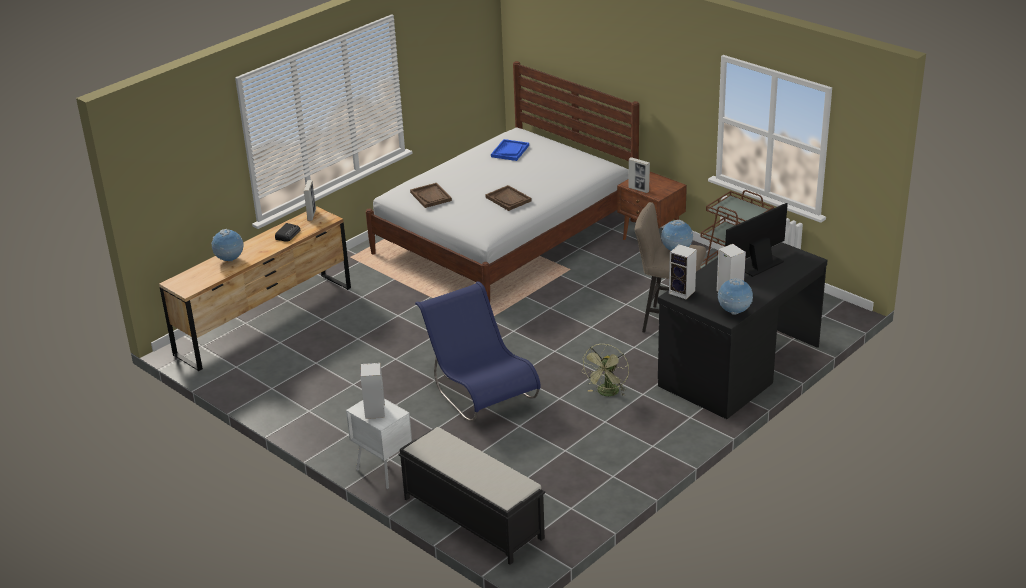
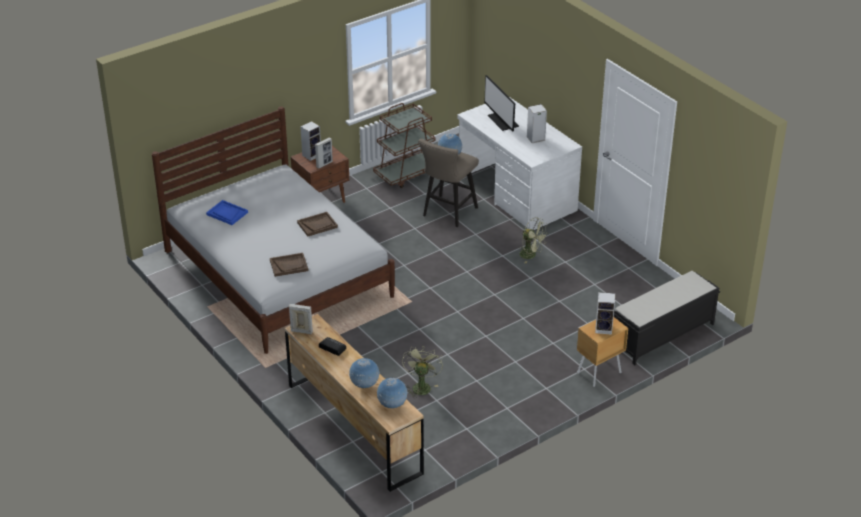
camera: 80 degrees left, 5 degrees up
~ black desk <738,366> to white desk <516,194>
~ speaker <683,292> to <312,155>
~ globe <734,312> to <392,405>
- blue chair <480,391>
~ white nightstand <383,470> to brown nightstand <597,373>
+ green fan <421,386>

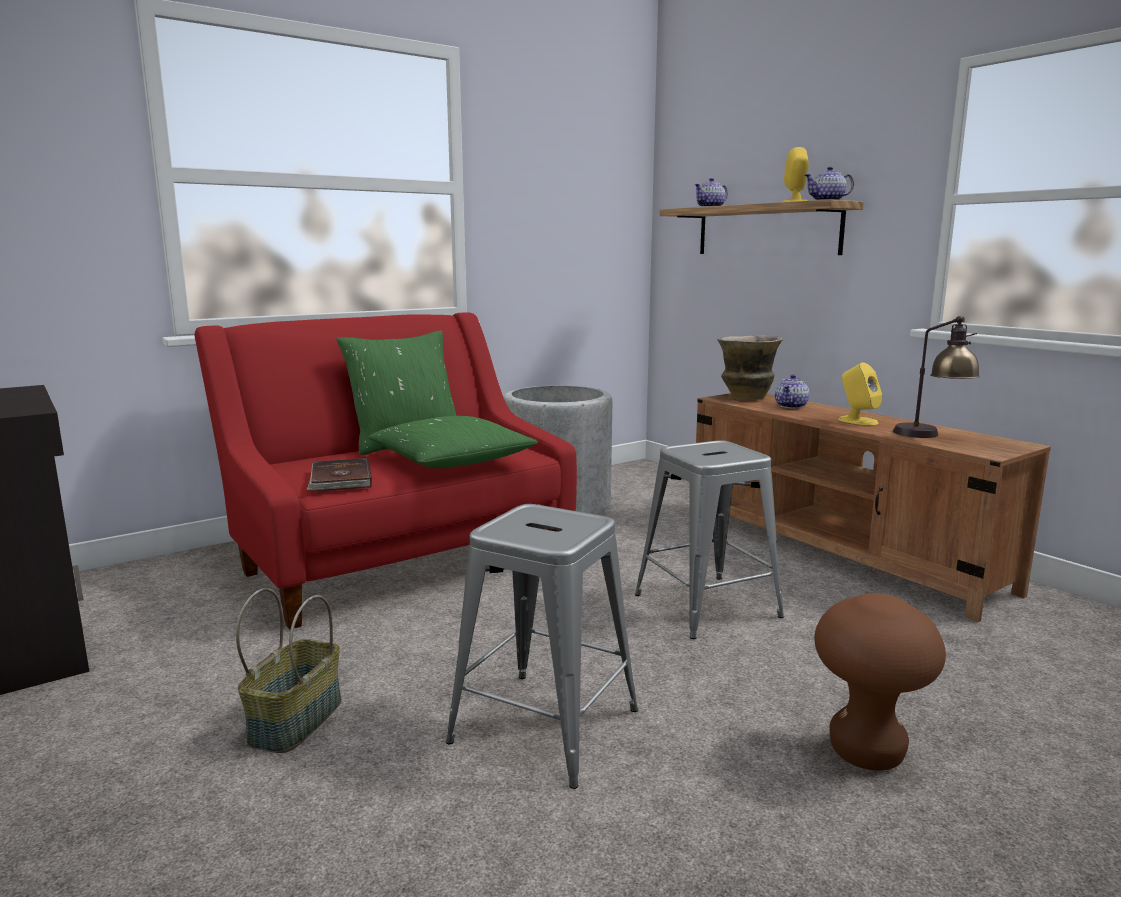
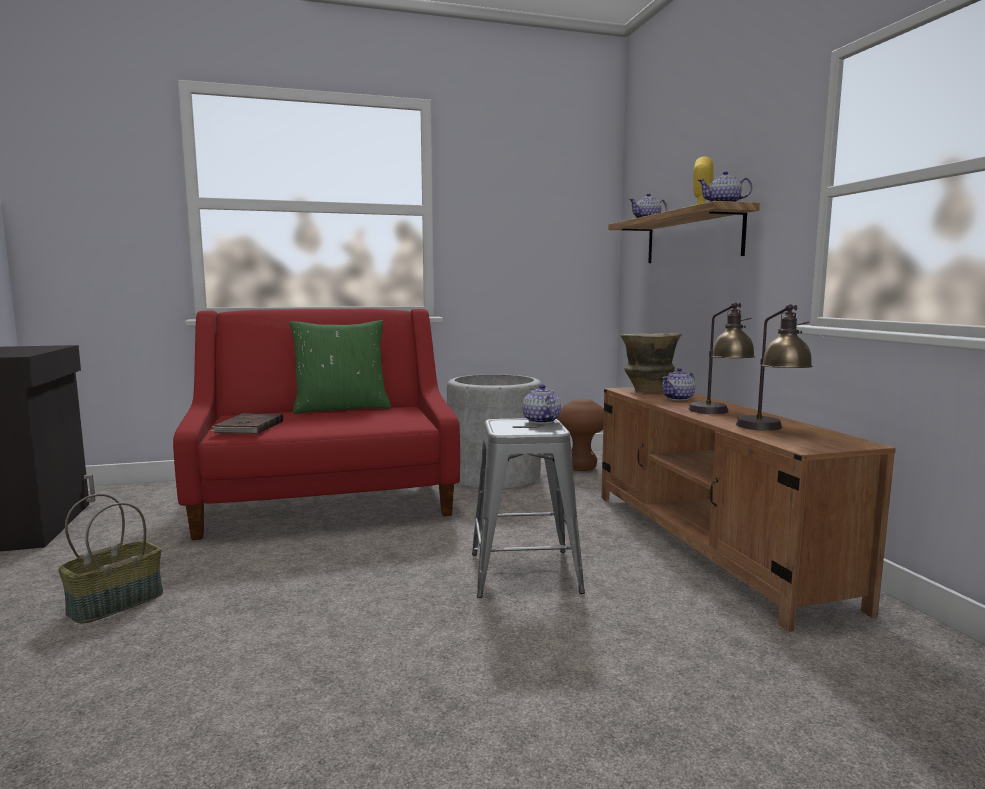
camera: 20 degrees right, 5 degrees down
~ yellow speaker <857,421> to table lamp <718,413>
- green pillow <451,461>
- grey stool <546,726>
~ brown stool <866,753> to <581,468>
+ teapot <541,421>

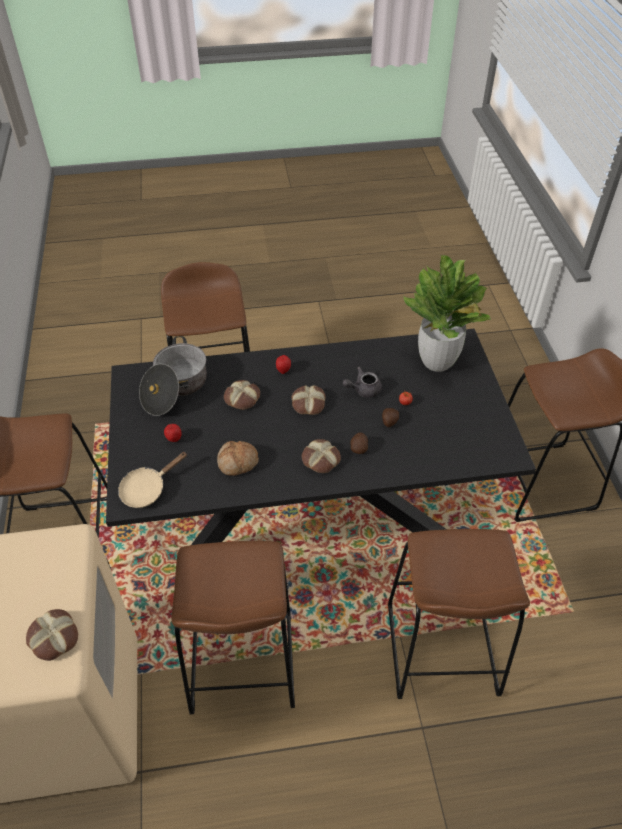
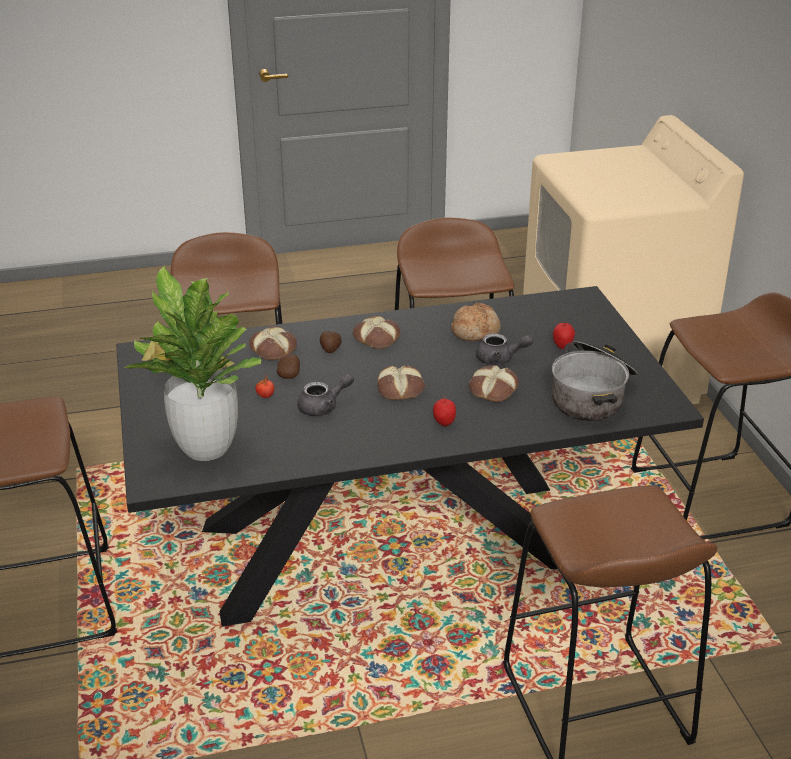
camera: 175 degrees right, 15 degrees down
- beige frying pan <147,489>
~ bread <53,638> to <274,349>
+ grey teapot <500,359>

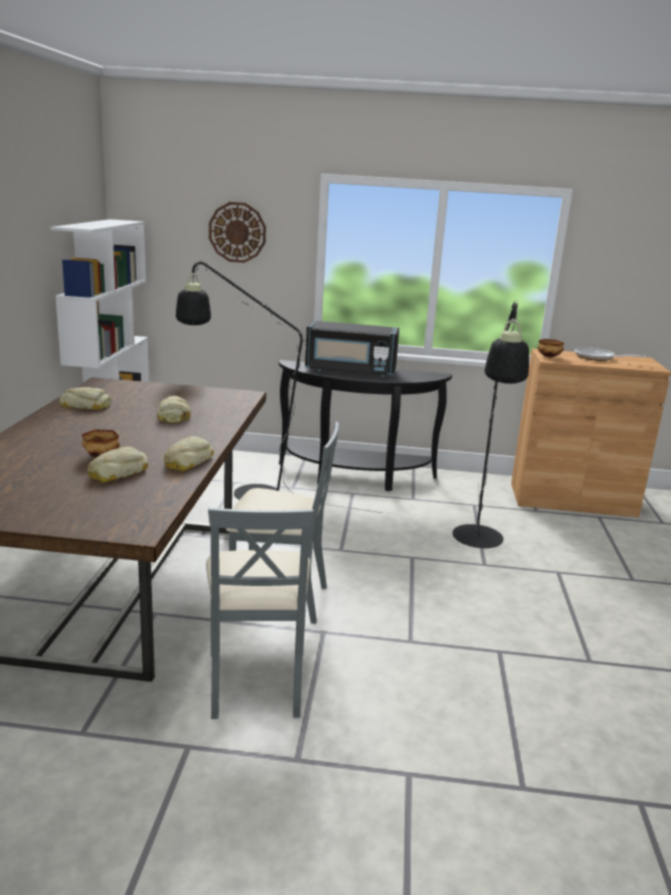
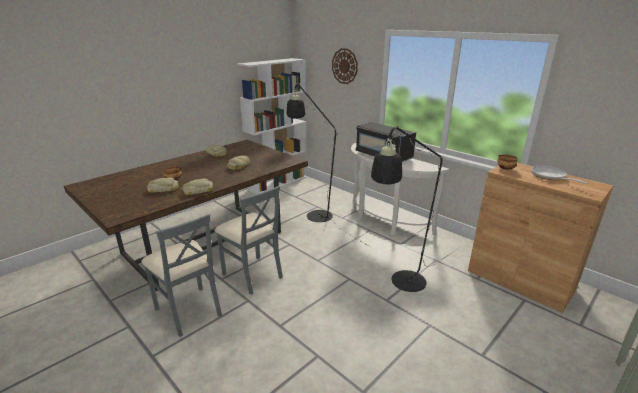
camera: 40 degrees right, 5 degrees up
~ black console table <355,478> to white console table <384,221>
~ grey chair <256,681> = <189,310> 75 degrees counterclockwise

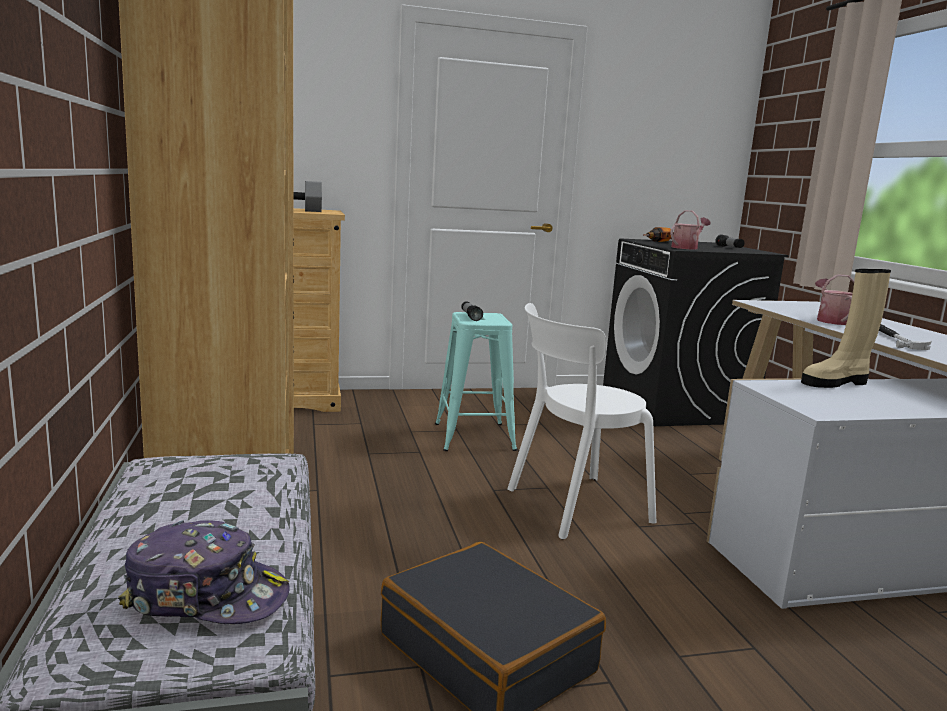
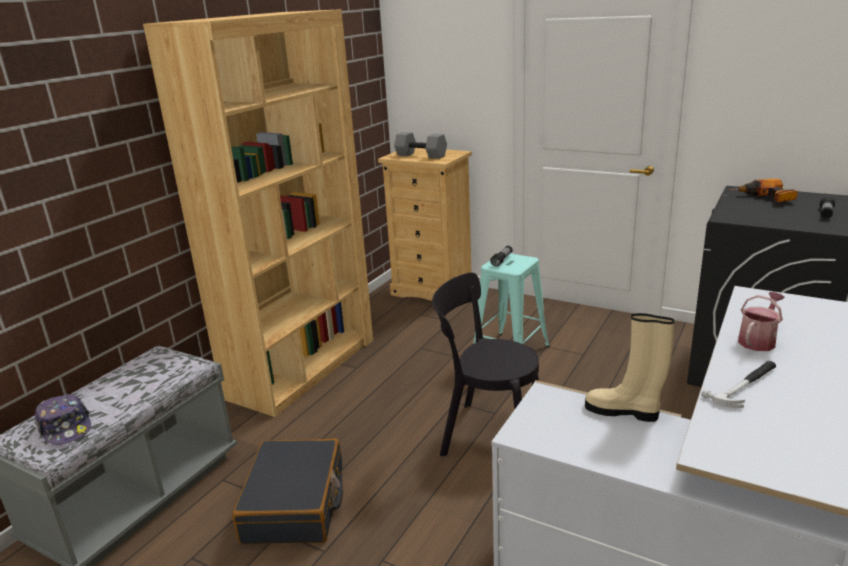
camera: 45 degrees right, 10 degrees up
- watering can <686,248>
~ white chair <572,506> to black chair <487,434>

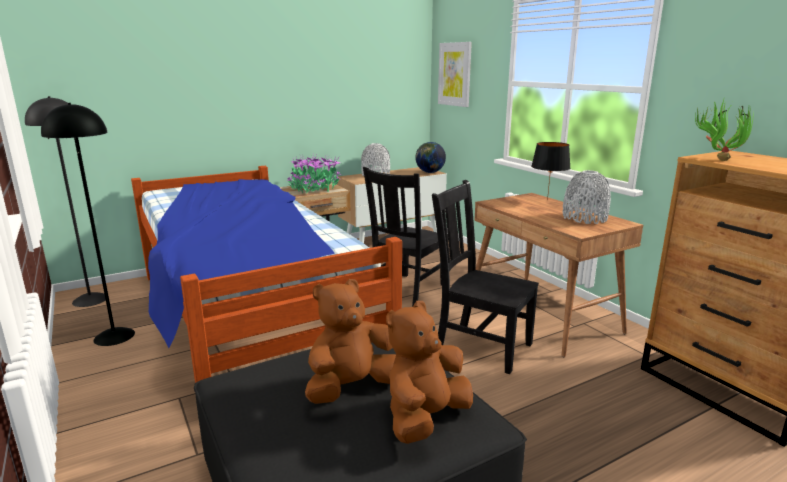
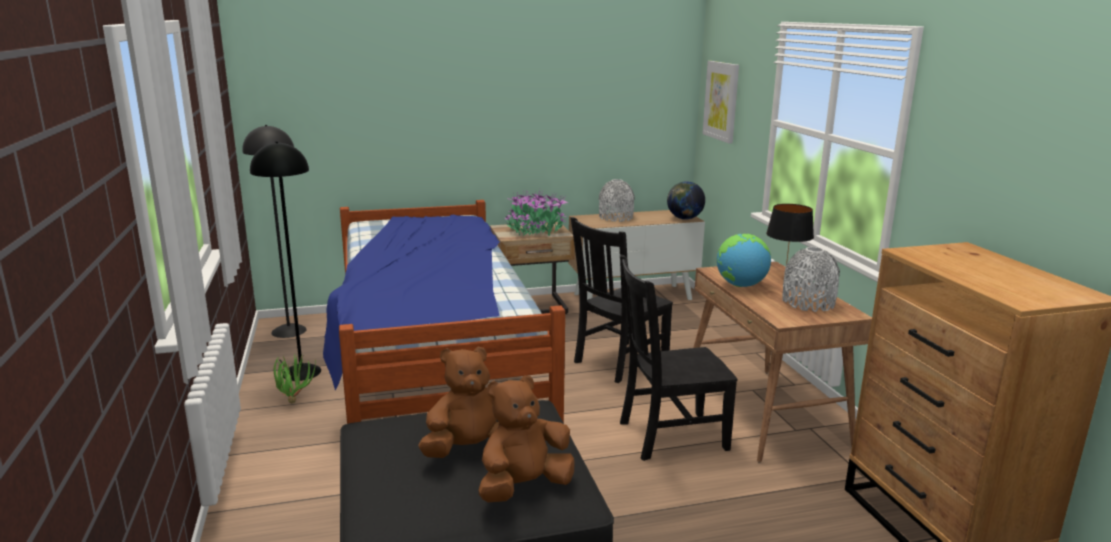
camera: 15 degrees right, 0 degrees up
~ potted plant <717,159> to <295,399>
~ black chair <480,346> = <669,436> 60 degrees counterclockwise
+ globe <740,285>

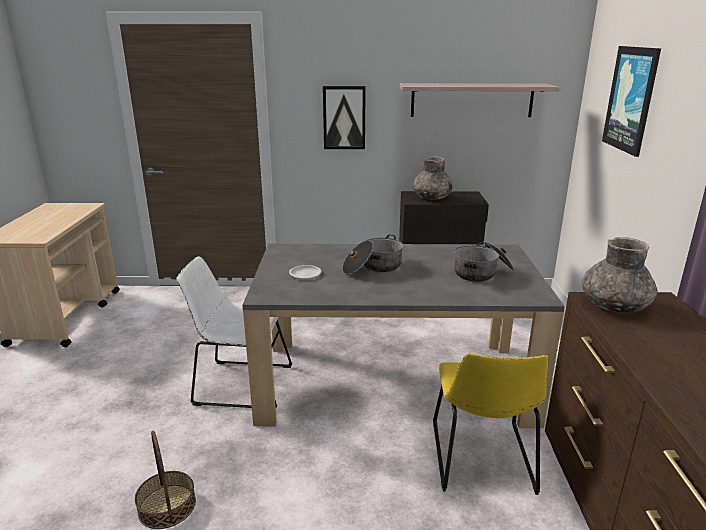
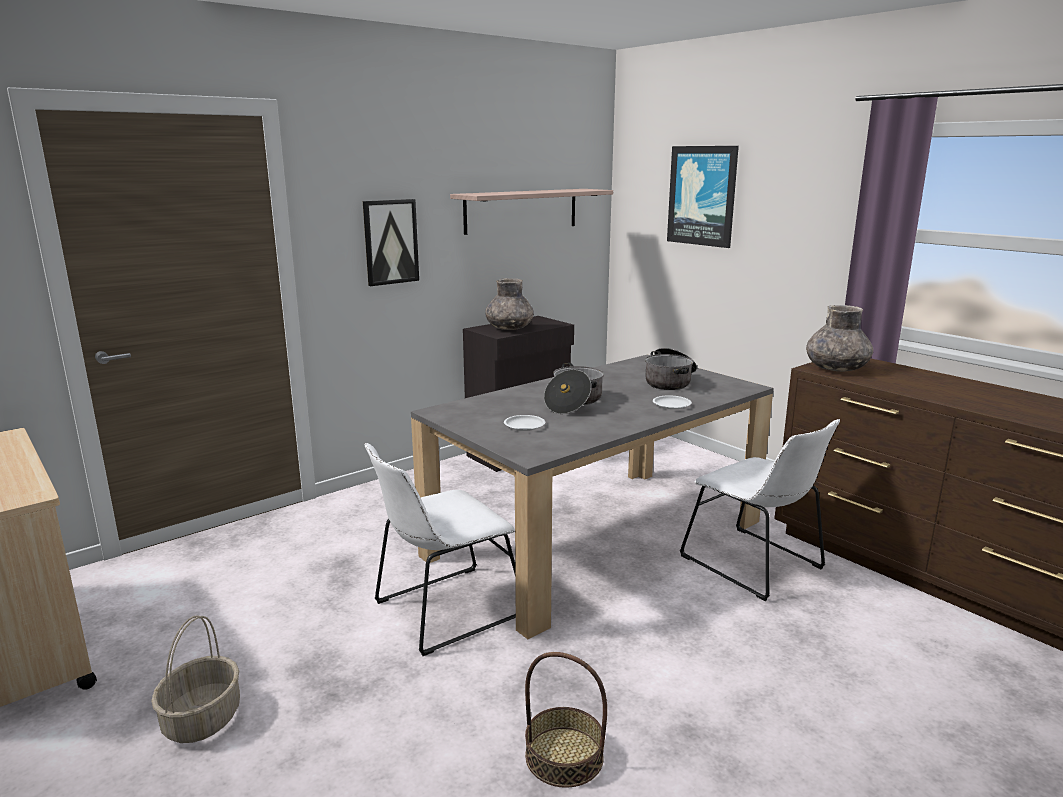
camera: 40 degrees left, 5 degrees down
~ yellow chair <482,460> to white chair <755,565>
+ white plate <671,405>
+ basket <202,719>

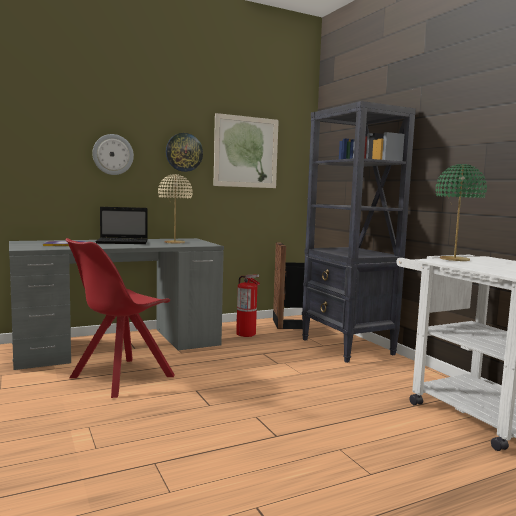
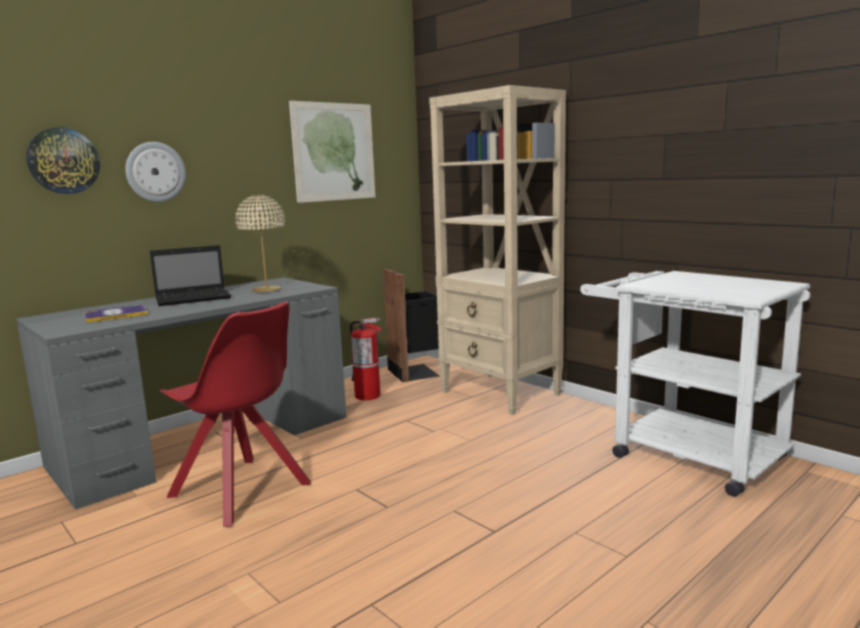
camera: 15 degrees left, 5 degrees up
~ black bookcase <347,347> to beige bookcase <501,393>
~ wall clock <184,152> to <63,161>
- green table lamp <455,260>
~ red chair <119,378> = <242,491> 75 degrees counterclockwise

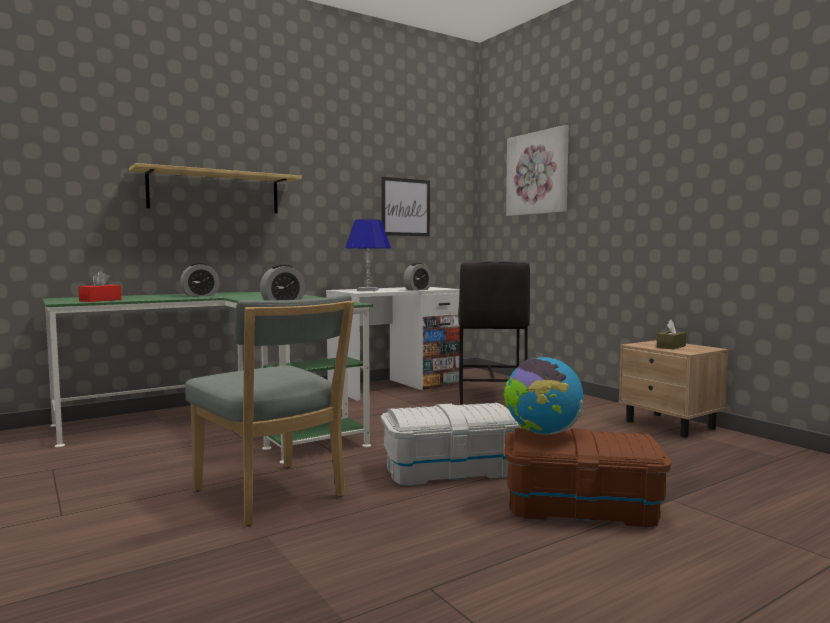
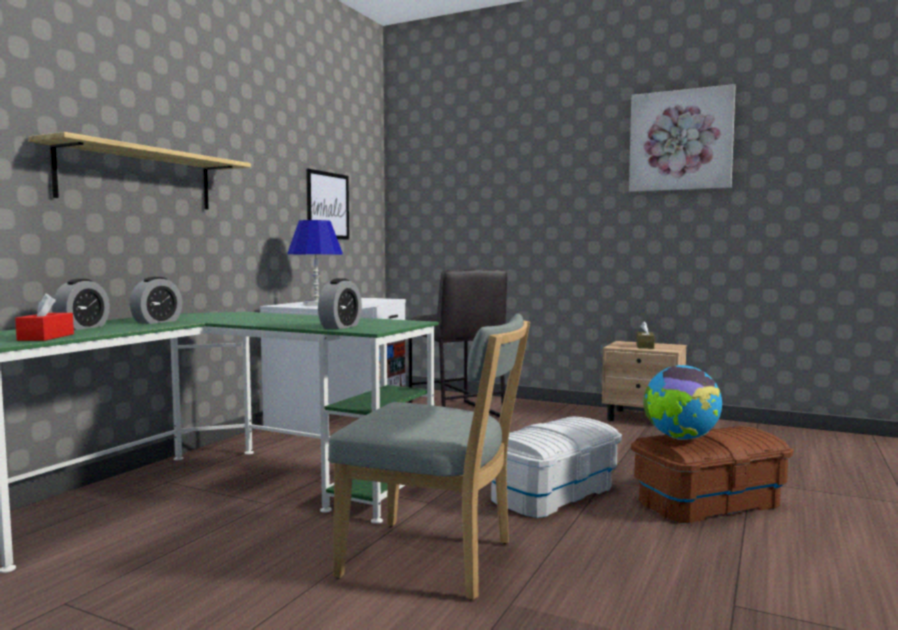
camera: 30 degrees left, 0 degrees up
~ picture <538,173> to <680,141>
~ alarm clock <417,290> to <82,327>

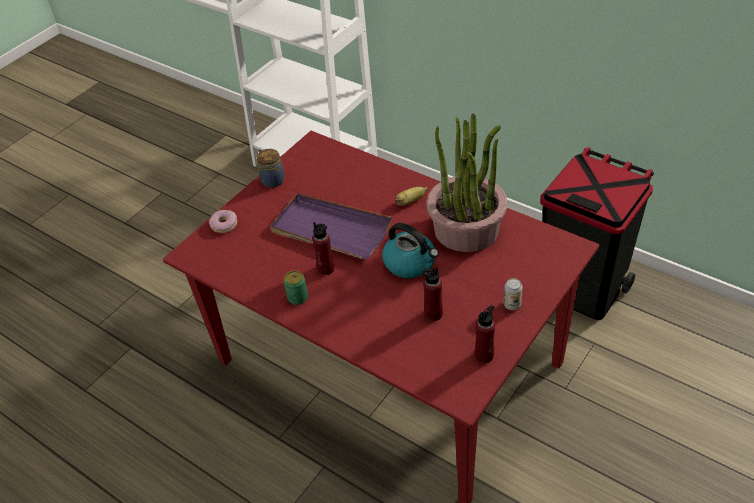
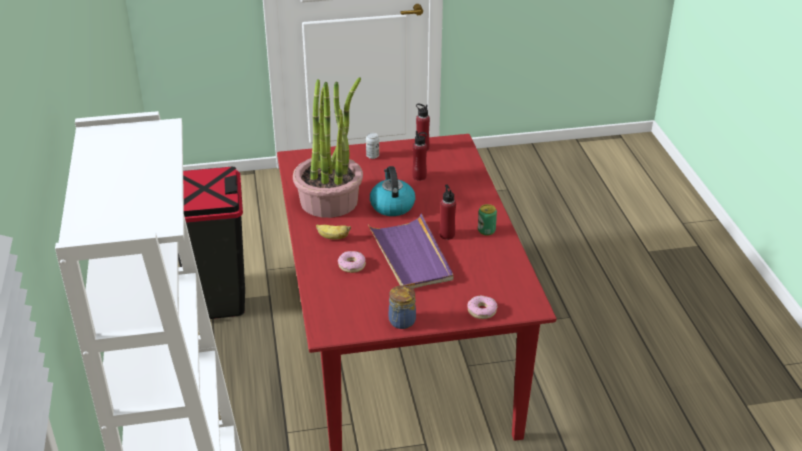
camera: 140 degrees left, 10 degrees down
+ donut <352,265>

